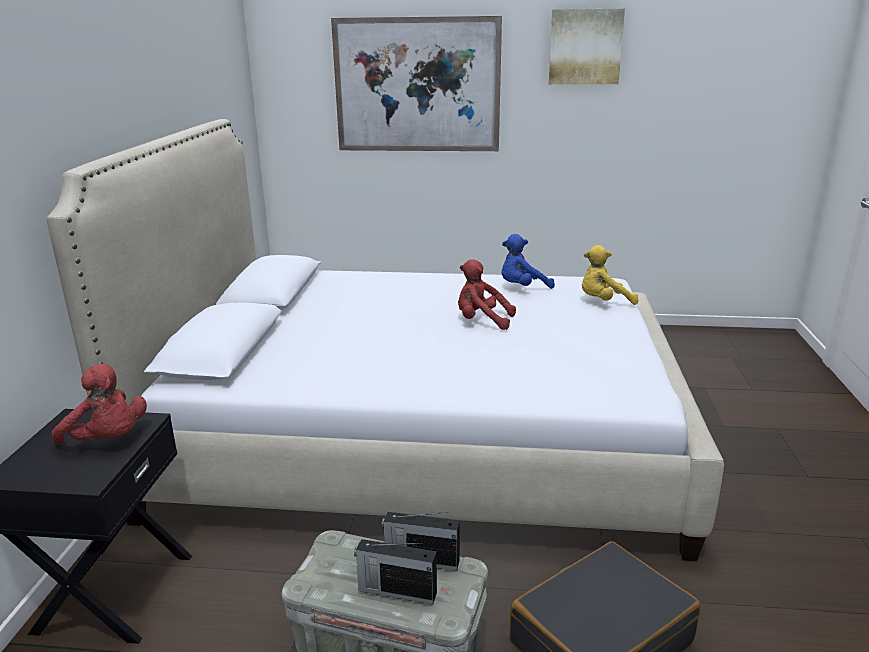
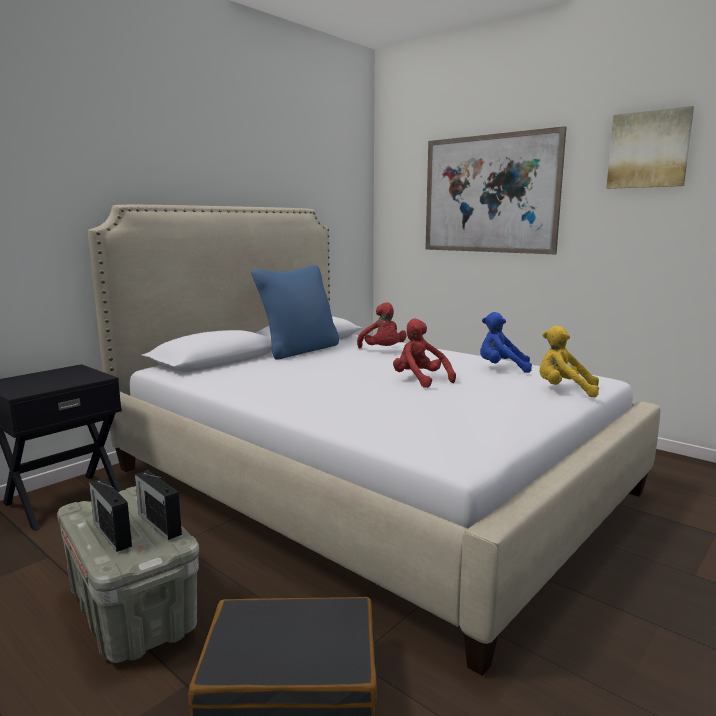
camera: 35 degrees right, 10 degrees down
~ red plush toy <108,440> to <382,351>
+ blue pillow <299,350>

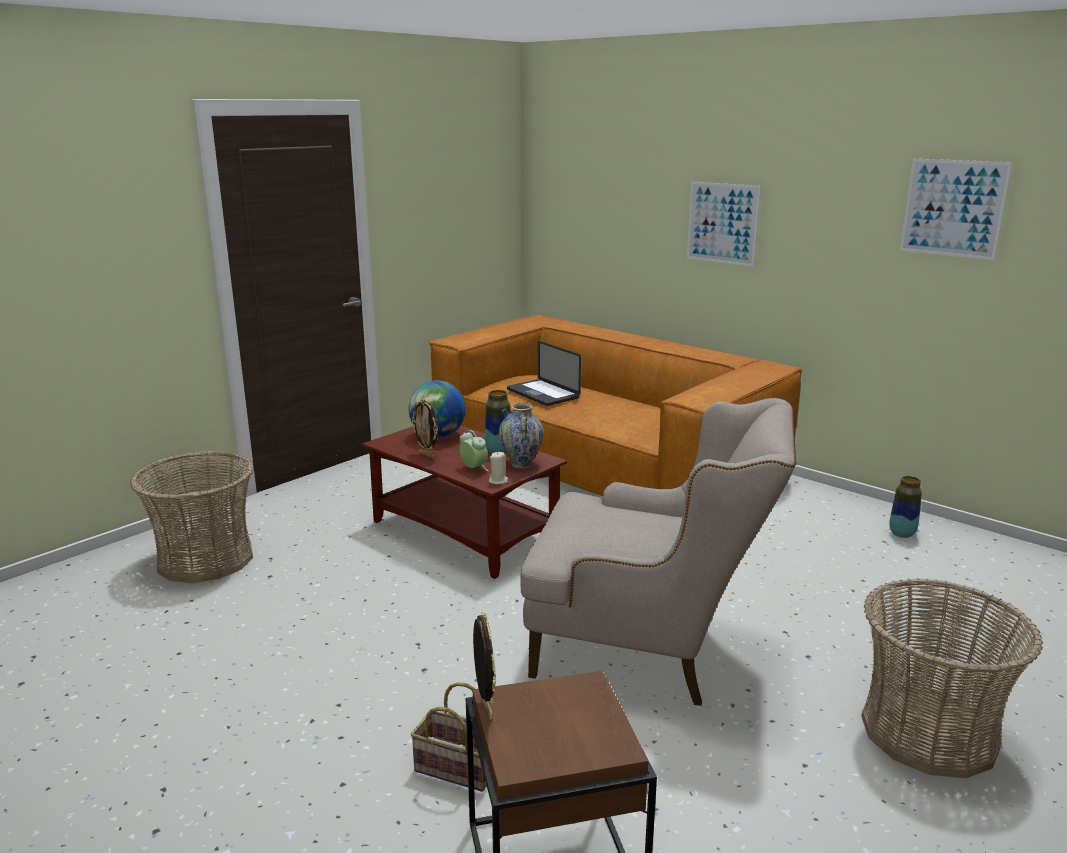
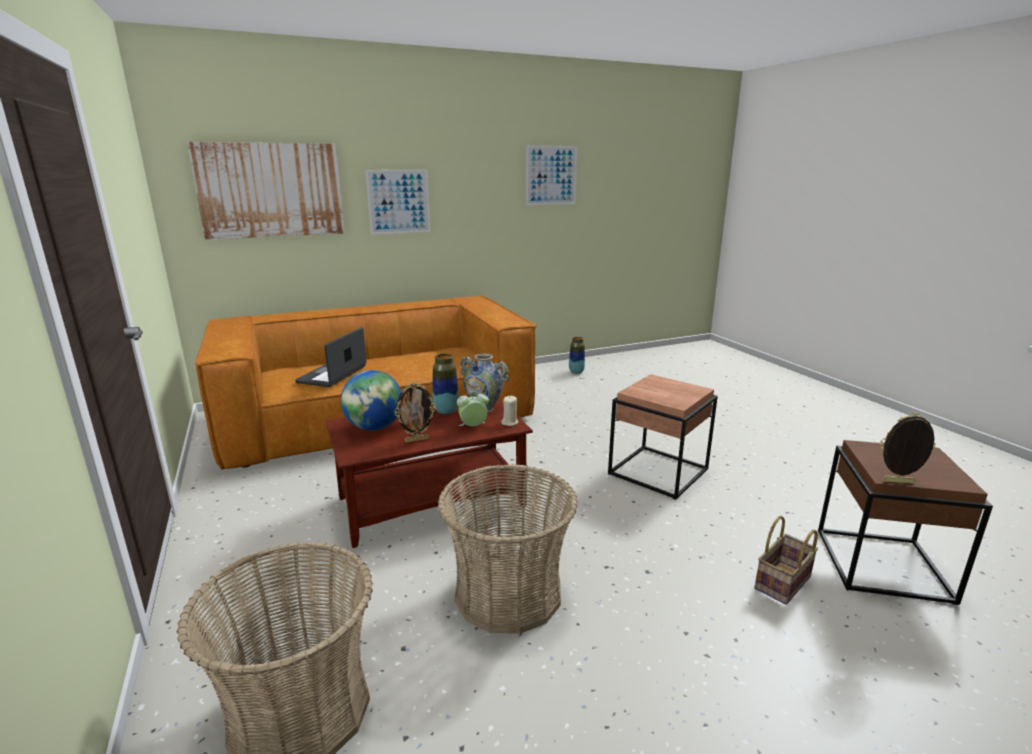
camera: 65 degrees left, 0 degrees up
~ laptop <542,394> = <332,374> 120 degrees clockwise
~ beige armchair <649,649> to brown side table <659,472>
~ basket <928,732> to <508,593>
+ picture <271,190>

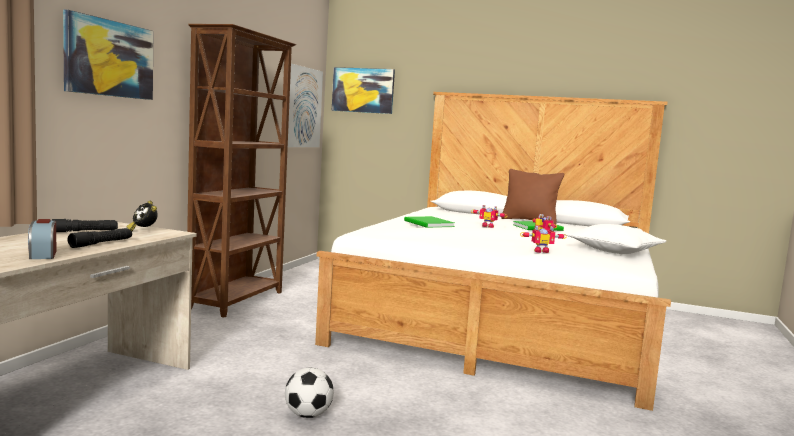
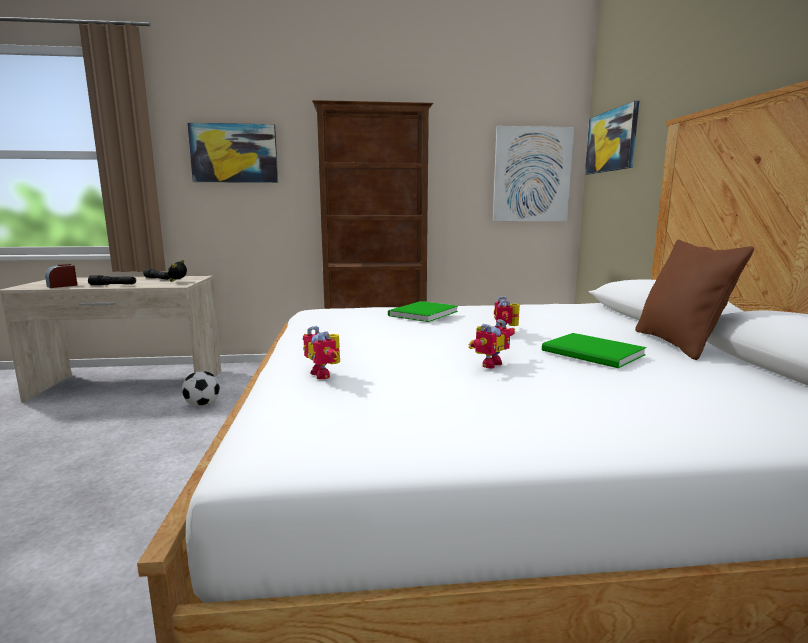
camera: 65 degrees right, 5 degrees up
- white pillow <614,251>
~ football <308,415> to <202,405>

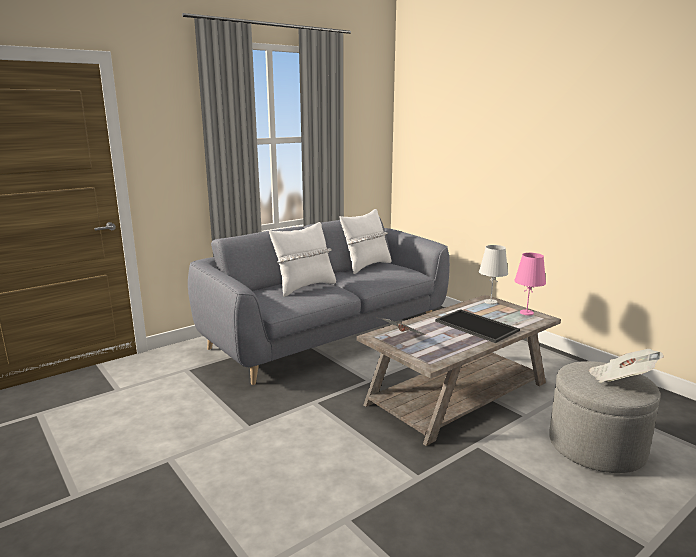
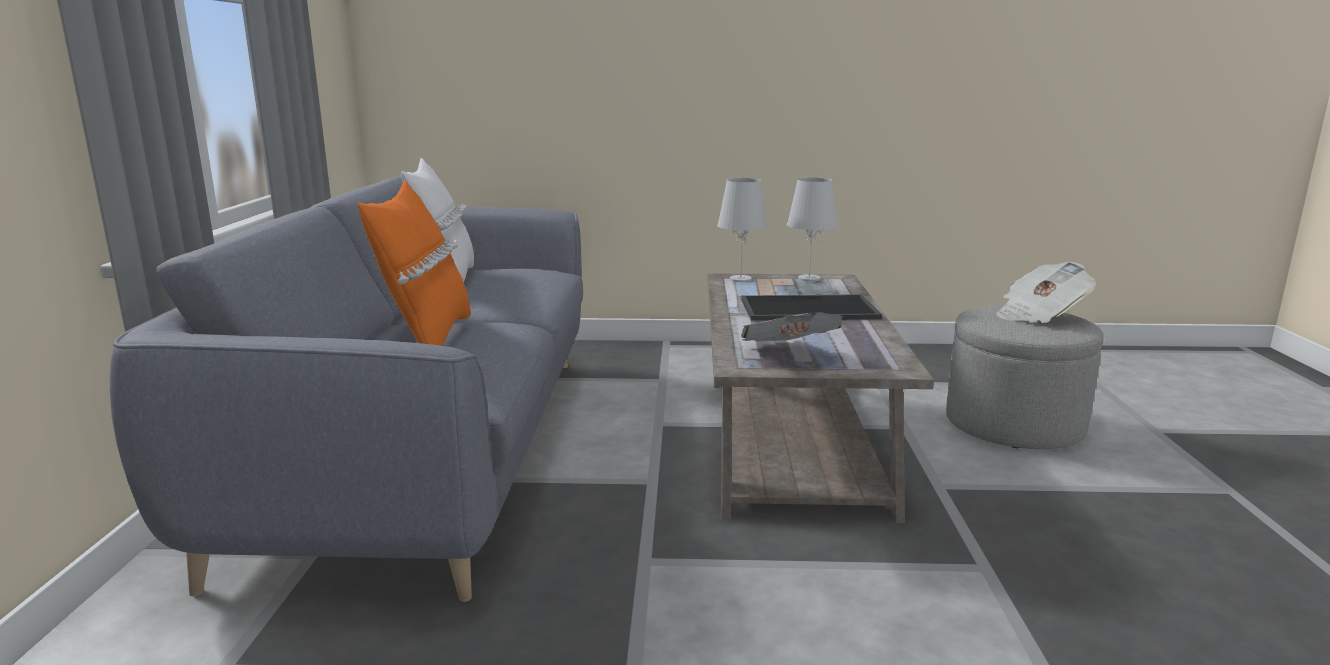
camera: 50 degrees left, 0 degrees up
~ white pillow <304,287> to orange pillow <427,339>
~ pink table lamp <526,313> to white table lamp <809,278>

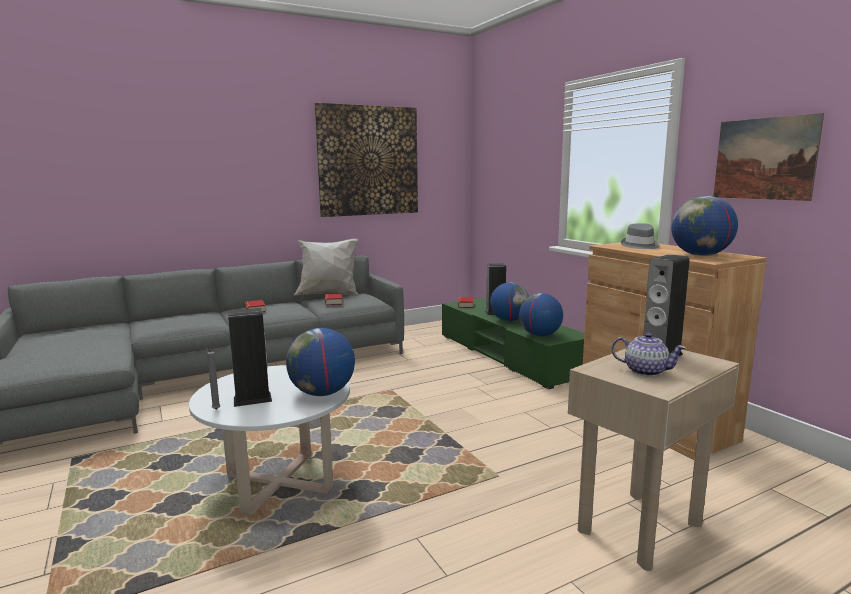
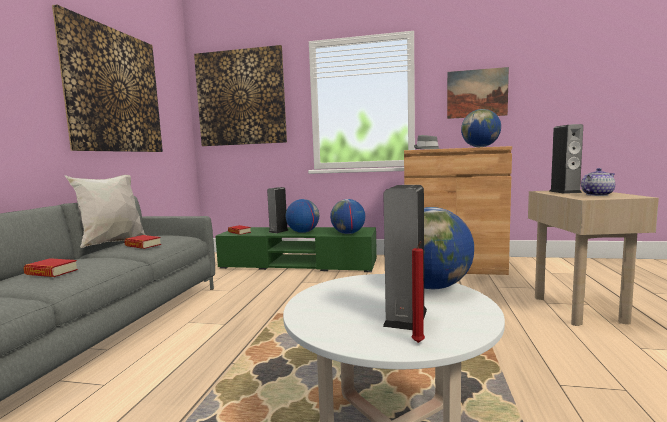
camera: 50 degrees left, 5 degrees down
~ grey candle <215,410> to red candle <418,344>
+ picture <241,98>

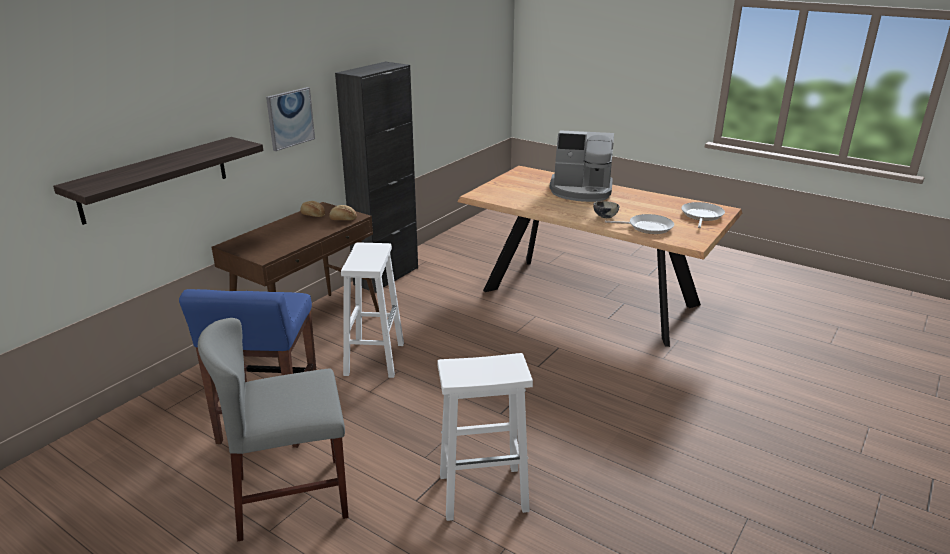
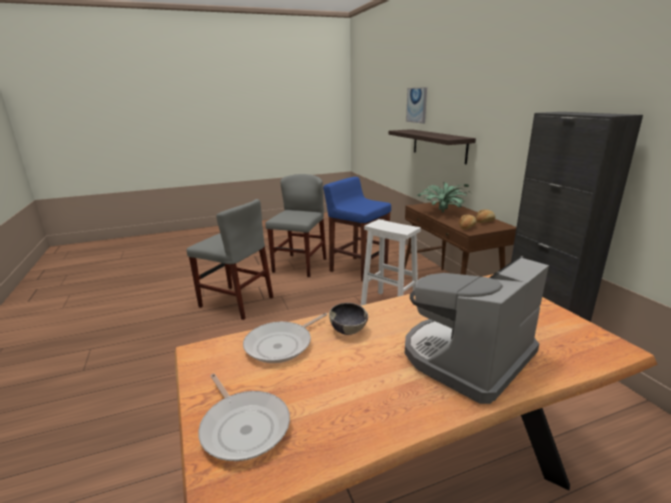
camera: 125 degrees right, 5 degrees down
~ picture <290,118> to <417,105>
~ white stool <484,492> to grey chair <236,302>
+ potted plant <443,213>

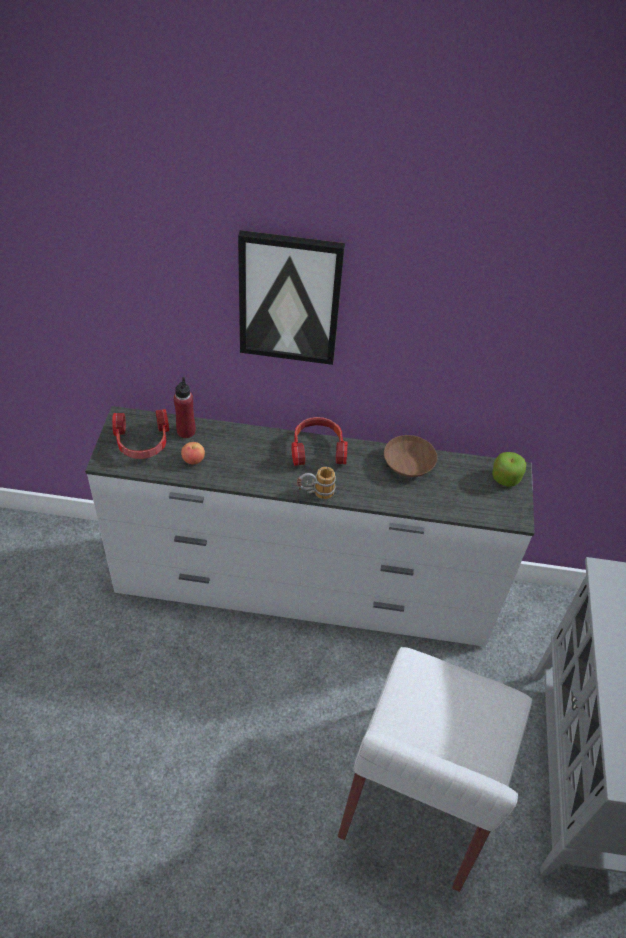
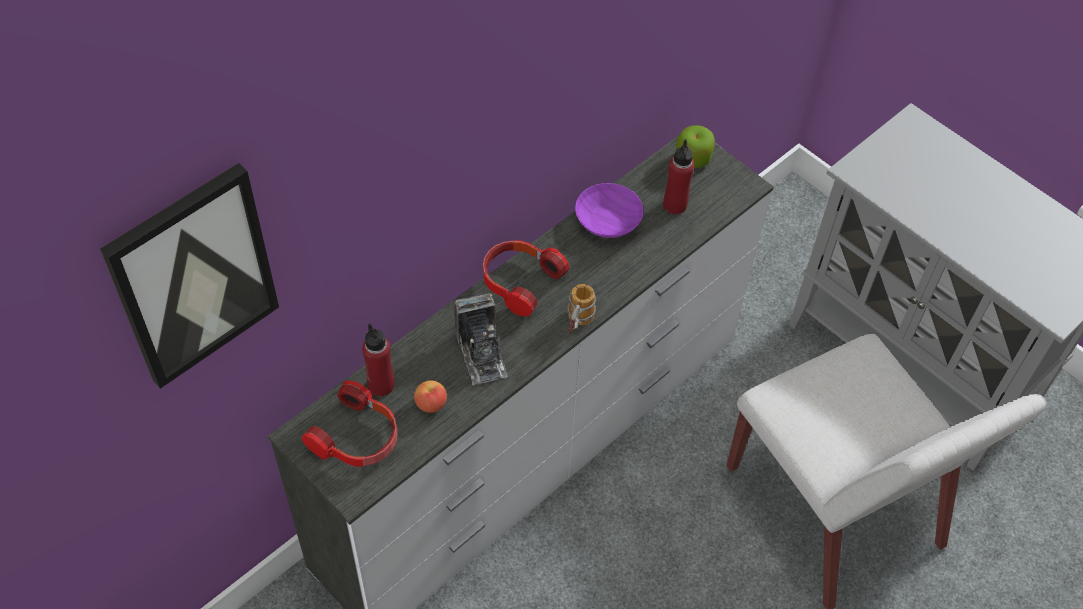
camera: 50 degrees left, 5 degrees up
~ picture <289,298> to <193,276>
~ brown bowl <408,462> to purple bowl <606,219>
+ red bottle <674,205>
+ photo camera <481,353>

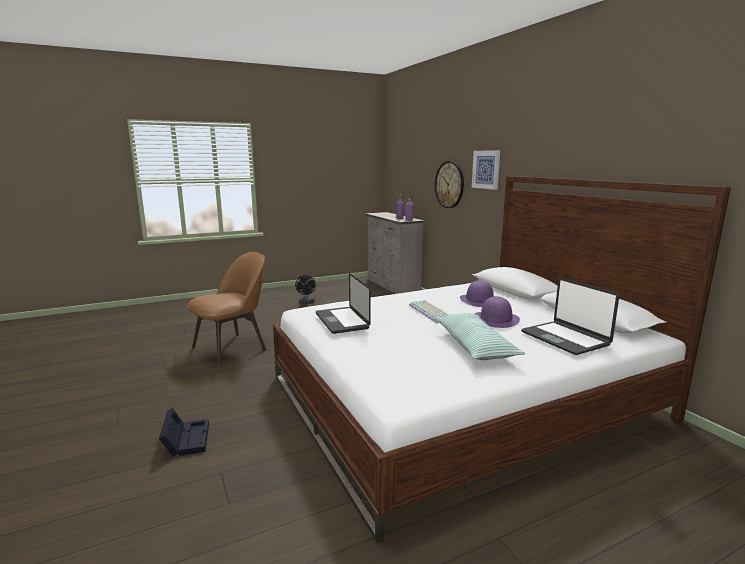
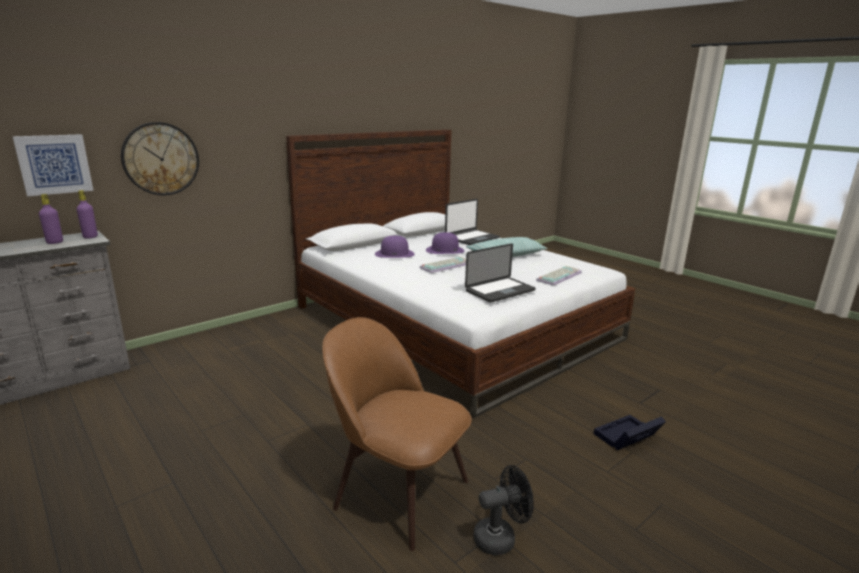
camera: 105 degrees left, 5 degrees up
~ picture <486,169> to <54,164>
~ black fan <307,302> to <500,537>
+ keyboard <558,276>

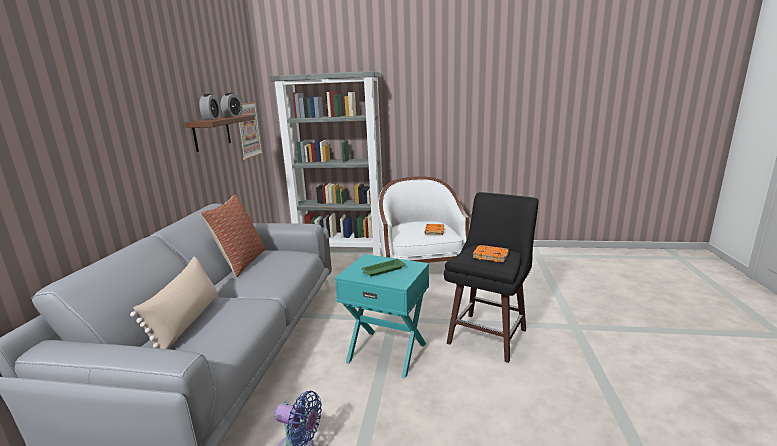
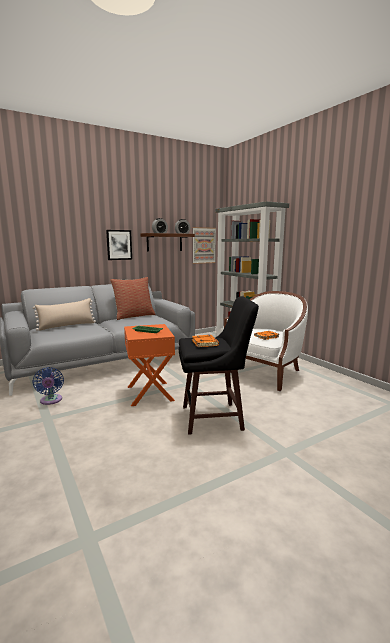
camera: 50 degrees right, 5 degrees down
~ turquoise side table <387,352> to orange side table <151,393>
+ picture <119,245>

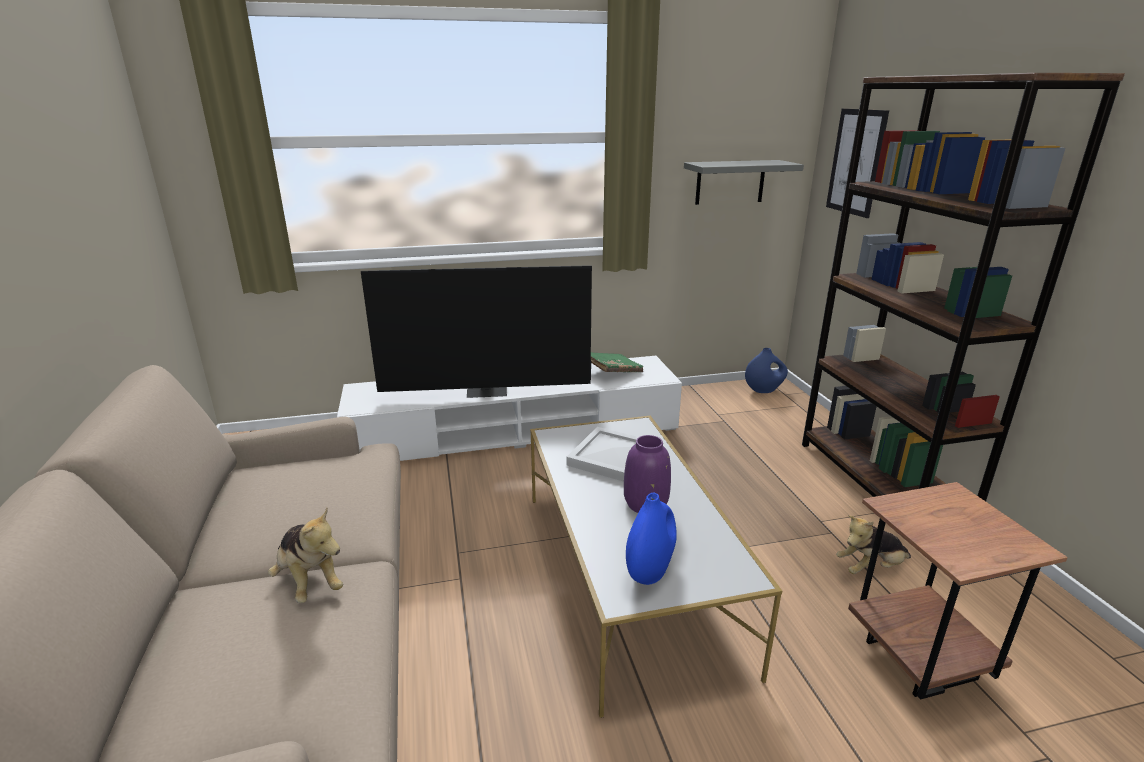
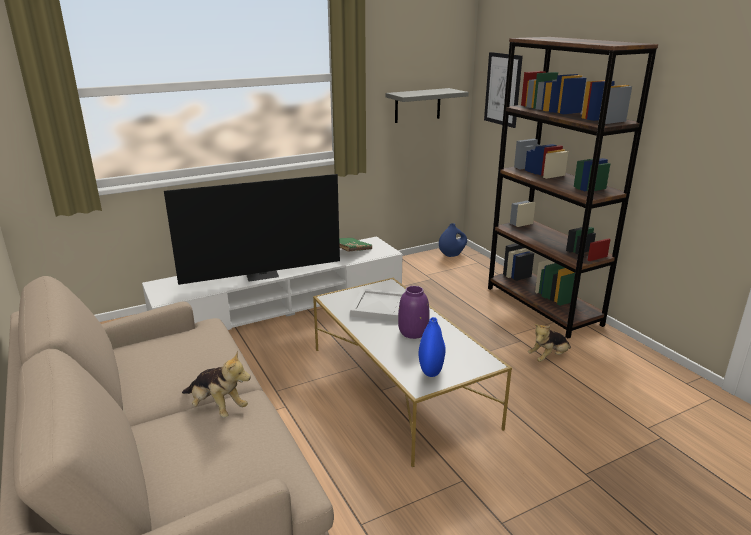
camera: 15 degrees left, 0 degrees up
- brown side table <920,658>

